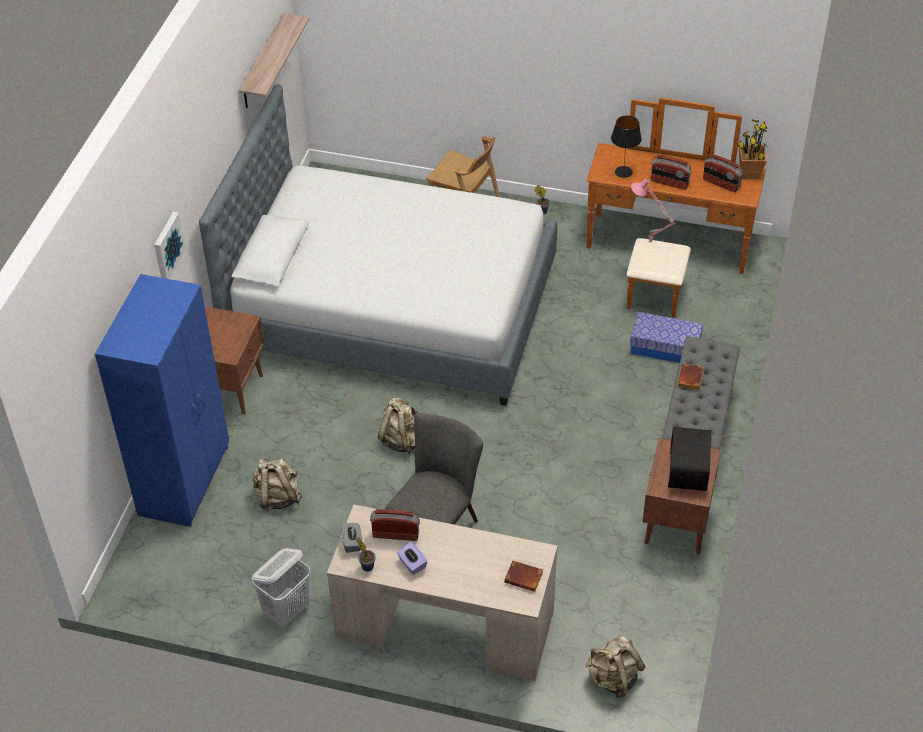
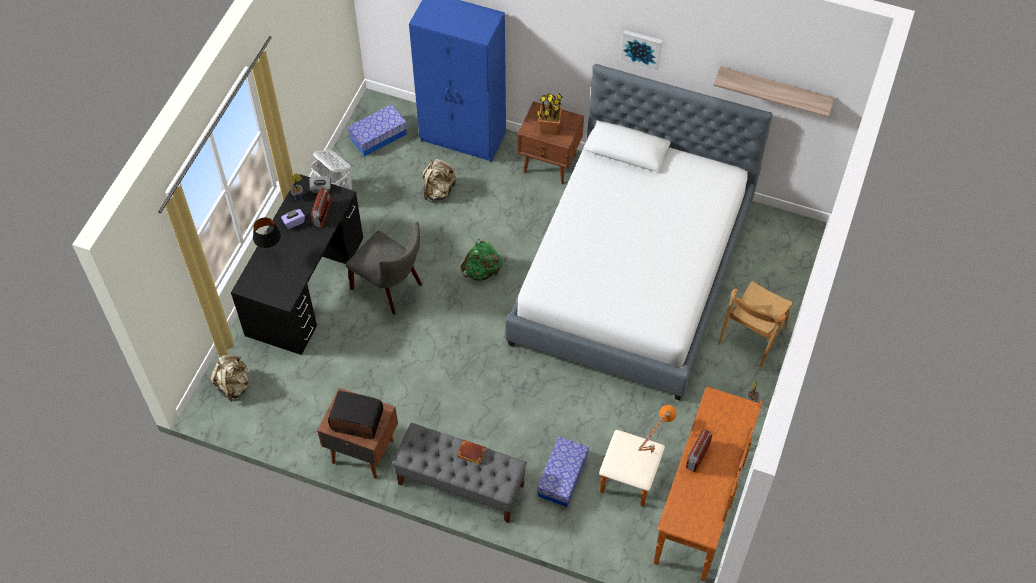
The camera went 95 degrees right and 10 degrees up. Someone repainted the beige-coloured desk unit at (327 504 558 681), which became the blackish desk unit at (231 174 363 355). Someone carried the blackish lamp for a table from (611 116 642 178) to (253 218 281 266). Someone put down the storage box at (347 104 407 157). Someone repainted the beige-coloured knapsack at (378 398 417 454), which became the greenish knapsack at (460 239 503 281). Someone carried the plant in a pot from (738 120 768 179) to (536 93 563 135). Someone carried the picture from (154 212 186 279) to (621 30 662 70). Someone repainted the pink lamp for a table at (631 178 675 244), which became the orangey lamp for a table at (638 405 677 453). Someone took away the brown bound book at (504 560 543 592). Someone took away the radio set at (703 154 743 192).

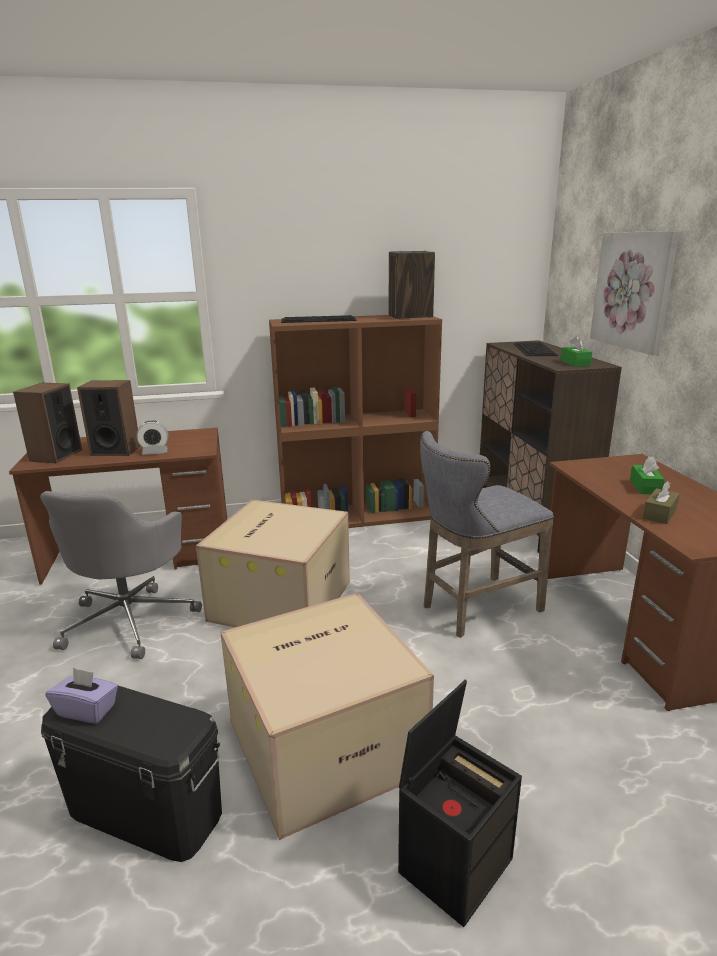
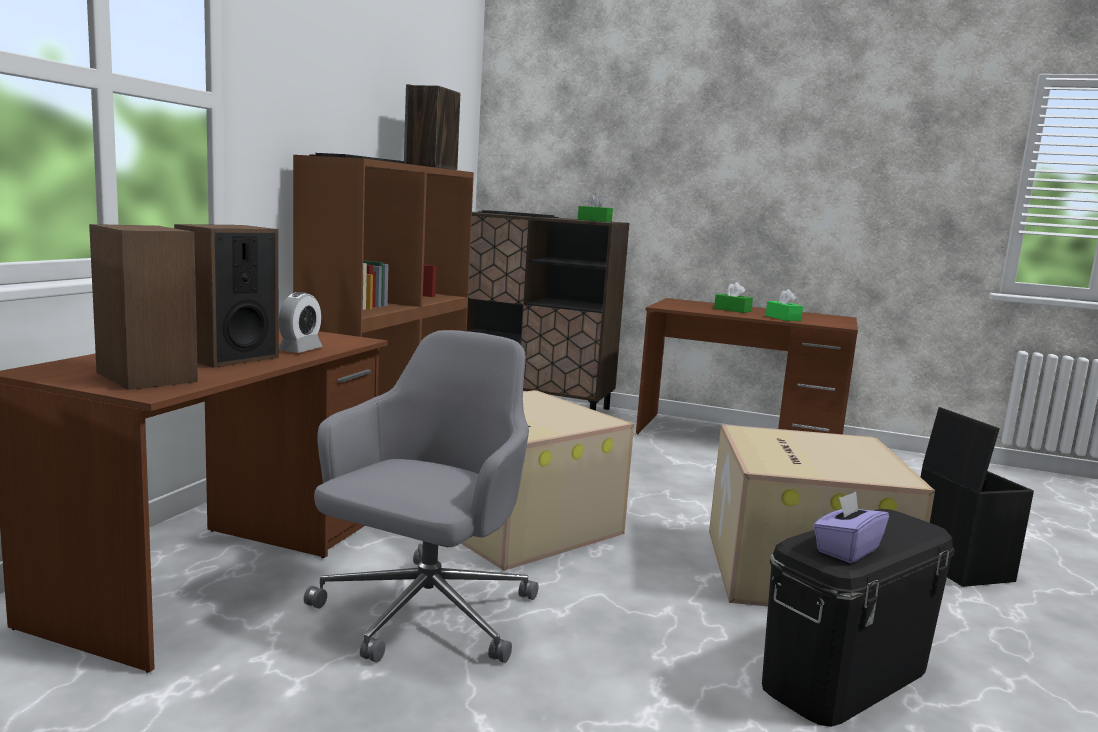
The camera went 60 degrees left and 10 degrees down. Someone rotated the grey computer chair at (40 491 202 659) by 105 degrees counterclockwise. Someone repainted the brown box of tissues at (643 481 680 524), which became the greenish box of tissues at (766 289 803 321). Someone took away the grey stool seat at (420 431 554 638). Someone took away the picture at (590 231 679 355).

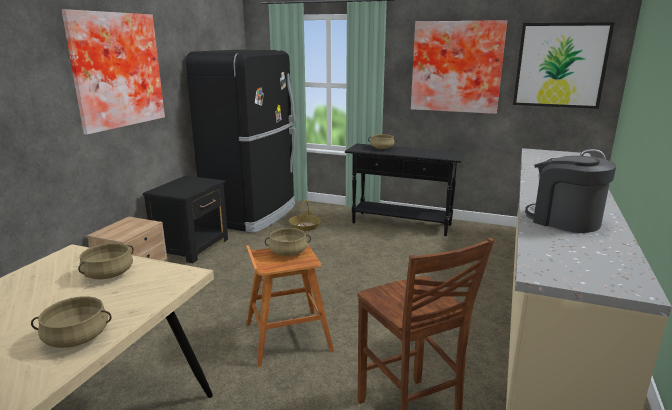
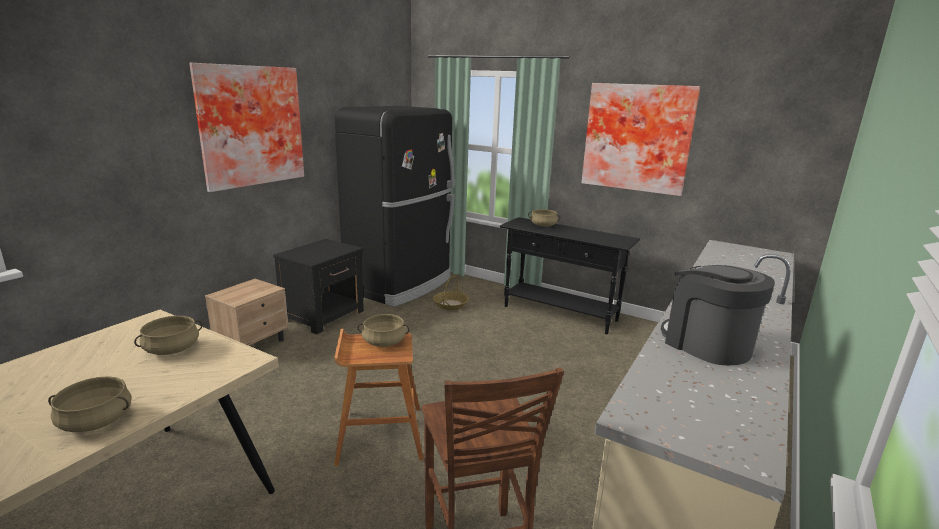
The camera went 10 degrees right and 0 degrees up. Someone took away the picture at (513 22 615 109).

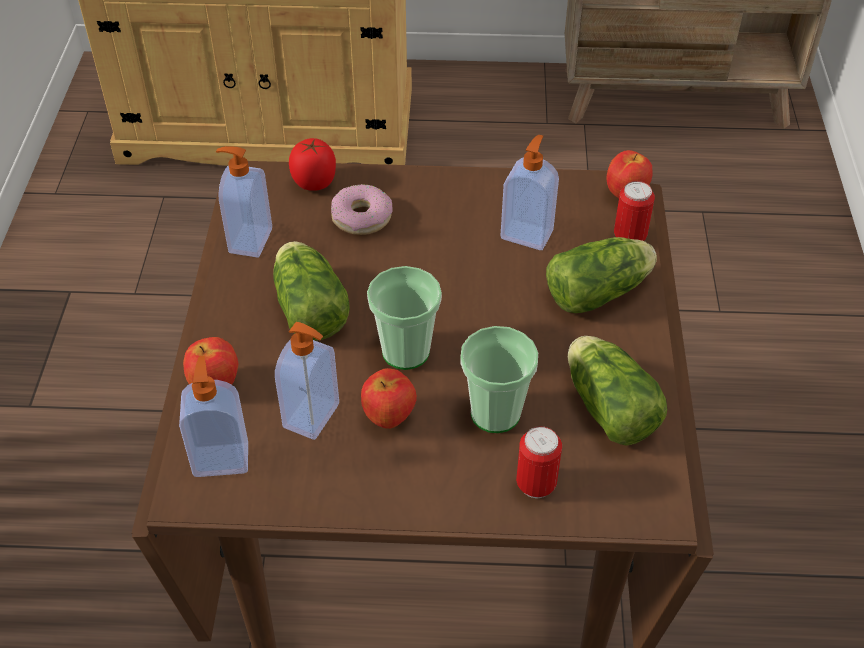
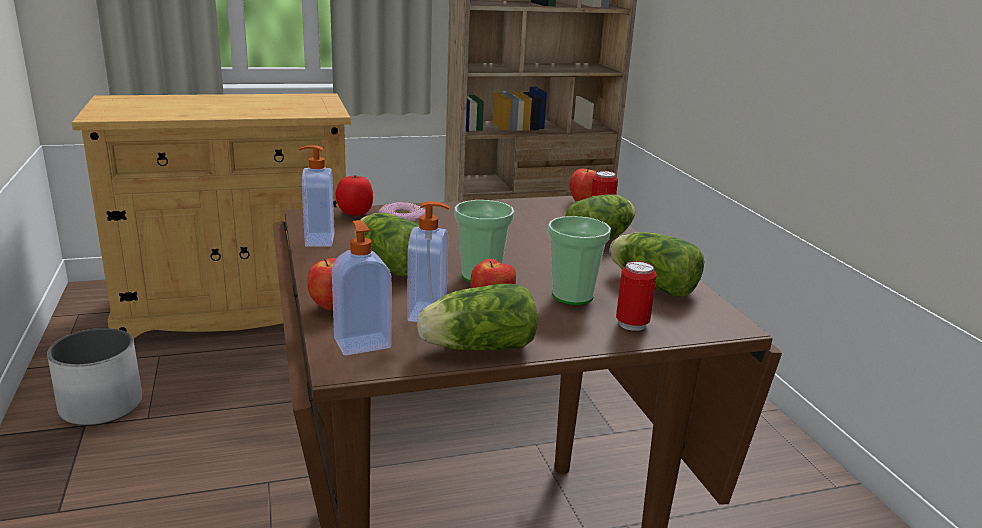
The camera went 20 degrees left and 25 degrees down. Someone put down the white flower pot at (47 328 142 426). Someone put down the head of lettuce at (417 284 537 351). Someone took away the soap dispenser at (500 135 559 250).

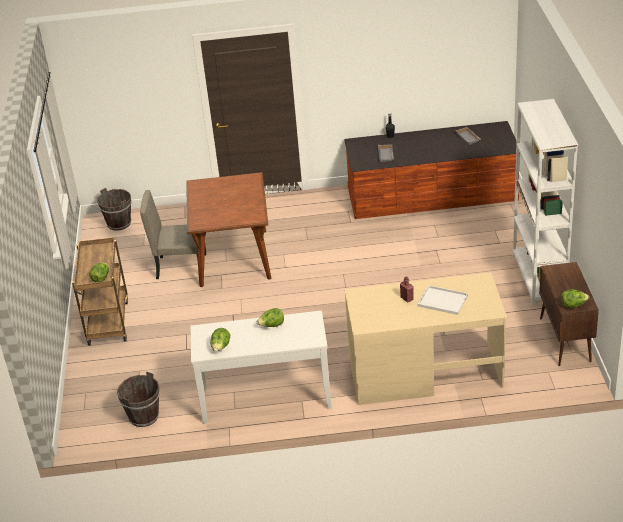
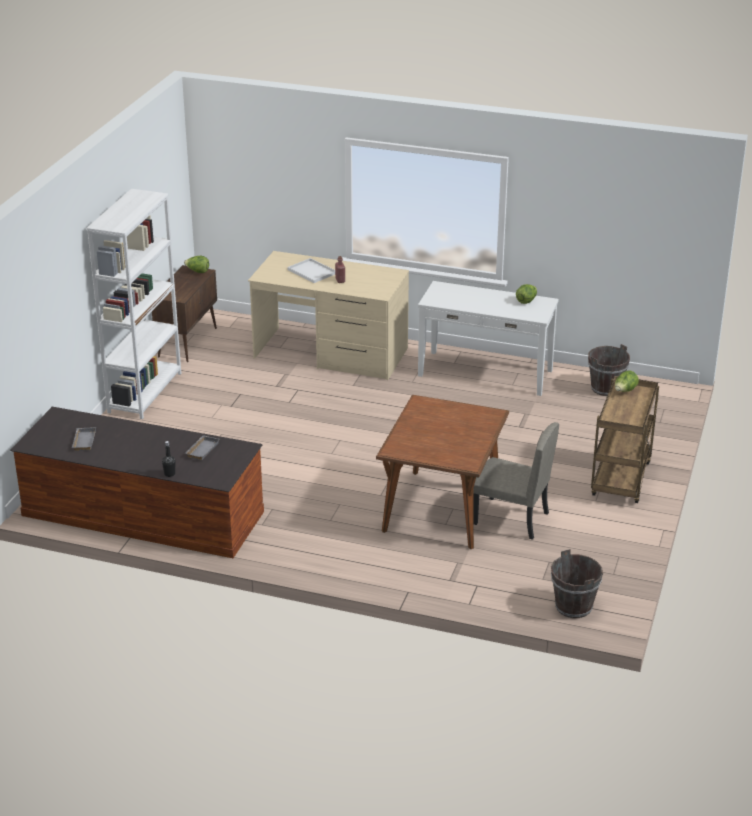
The camera went 160 degrees left and 5 degrees down. Someone took away the head of lettuce at (257 308 284 327).

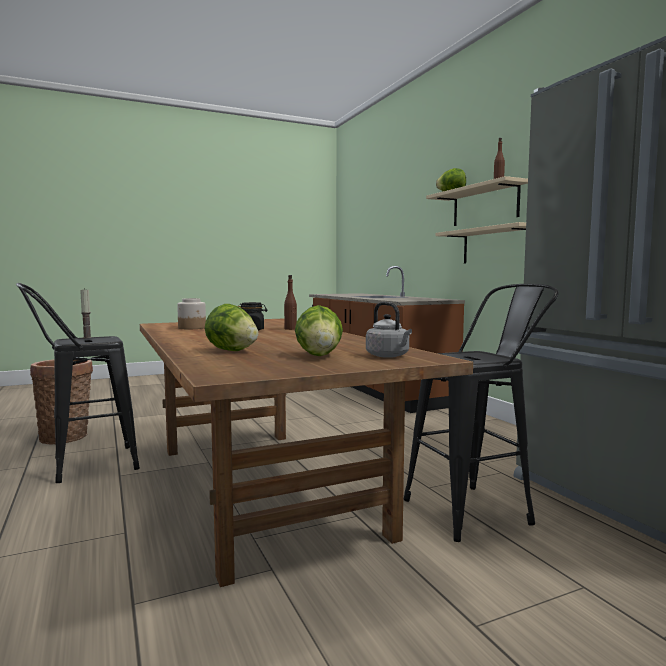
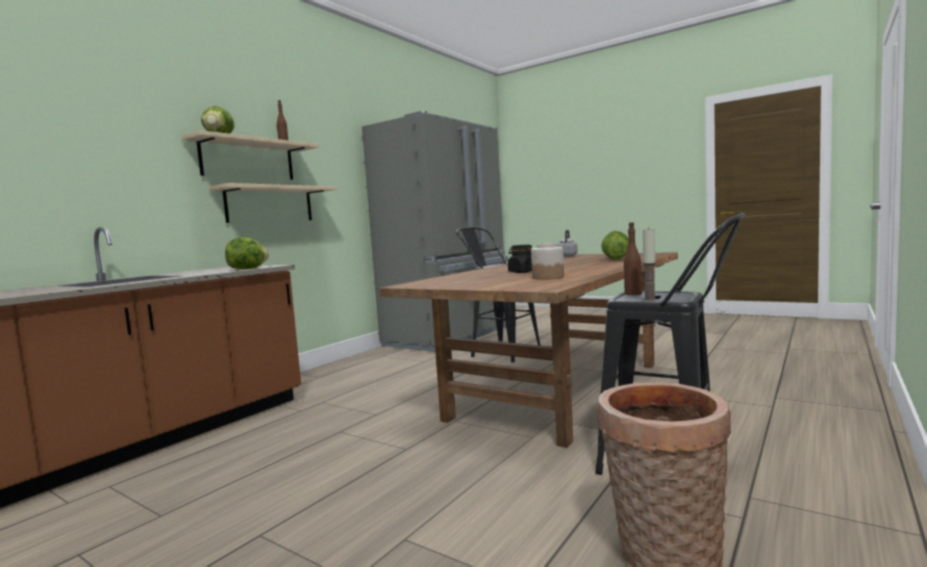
The camera went 120 degrees left and 0 degrees up. Someone carried the head of lettuce from (295 305 343 356) to (225 237 269 269). Someone carried the brown bottle from (284 275 297 330) to (624 222 642 295).

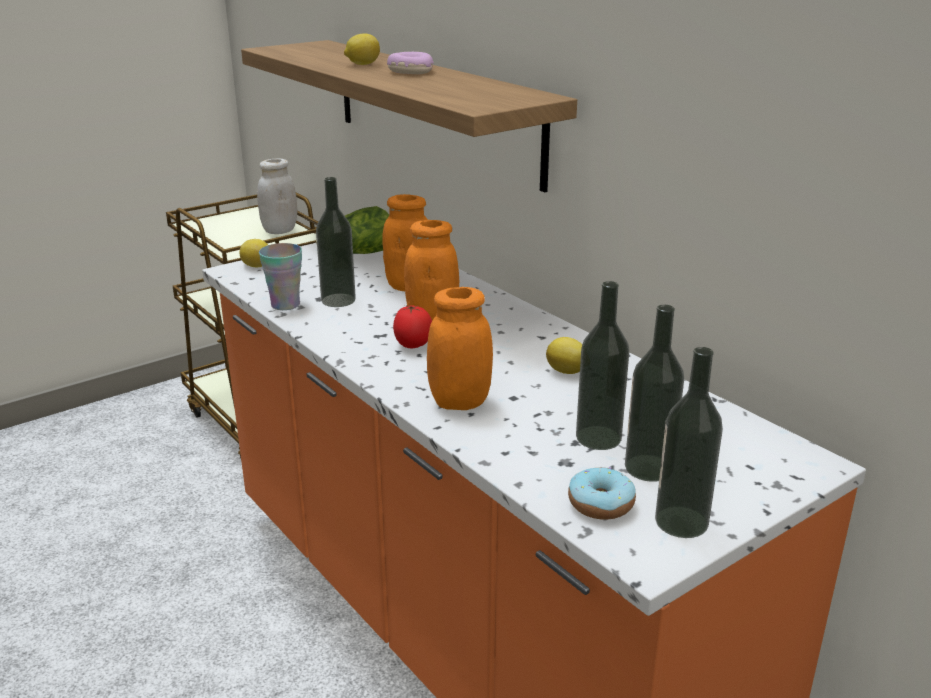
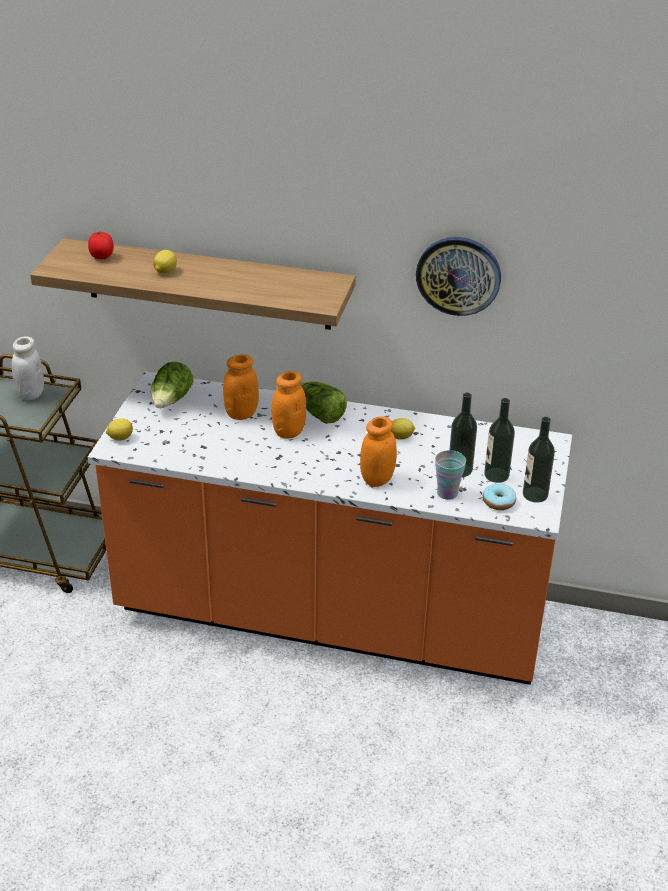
The camera went 40 degrees left and 10 degrees up. Someone carried the fresh tomato from (393 305 432 348) to (88 232 114 259). Someone put down the head of lettuce at (300 382 347 424). Someone put up the wall clock at (416 237 501 316). Someone carried the small cup from (259 243 302 310) to (435 450 466 500). Someone took away the bottle at (316 177 356 307). Someone took away the doughnut at (387 52 434 74).

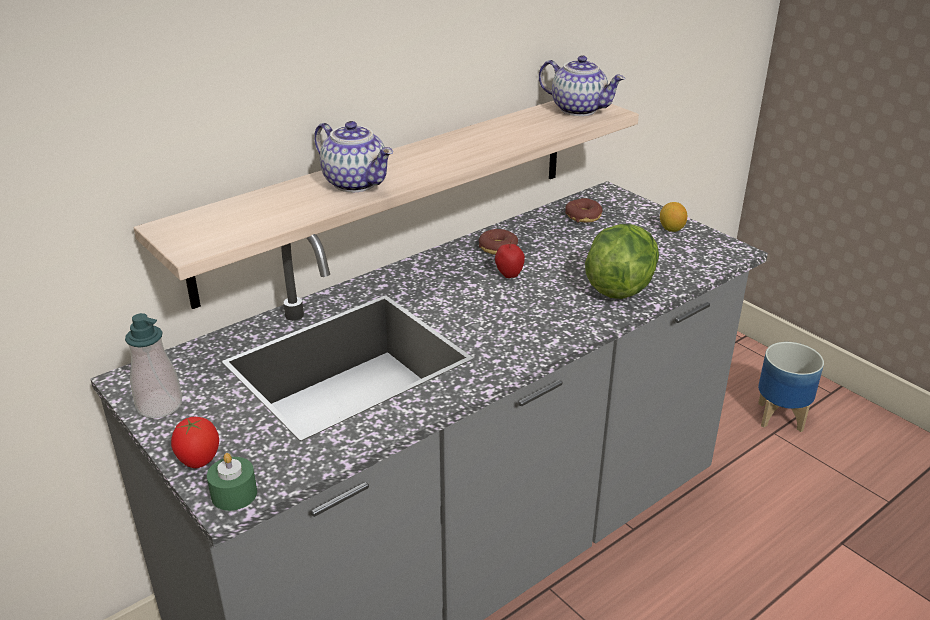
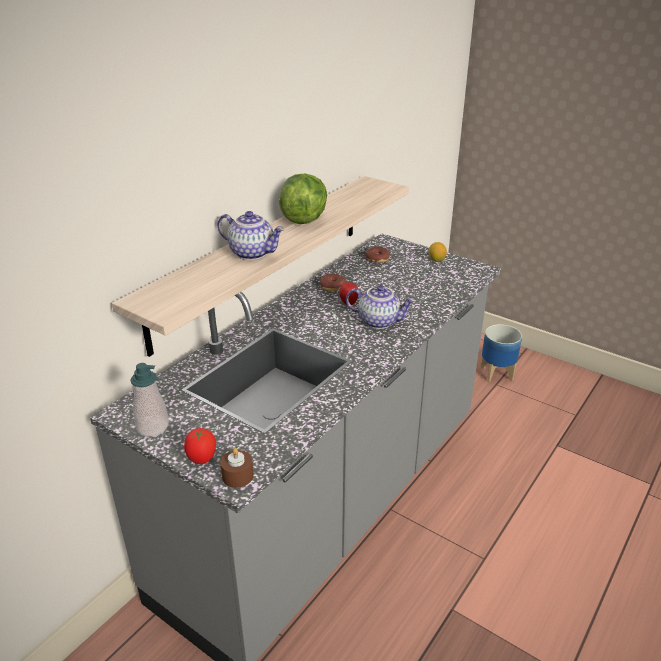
The camera went 15 degrees left and 0 degrees up. Someone repainted the greenish candle at (207 453 257 511), which became the brown candle at (220 448 254 488). Someone carried the head of lettuce from (585 224 659 299) to (279 174 327 224). Someone carried the pot for tea from (539 55 625 116) to (346 285 415 329).

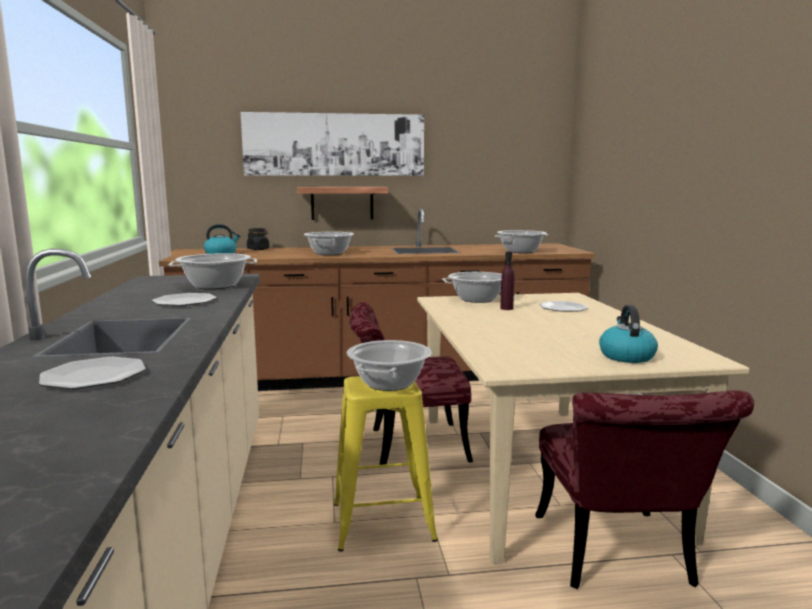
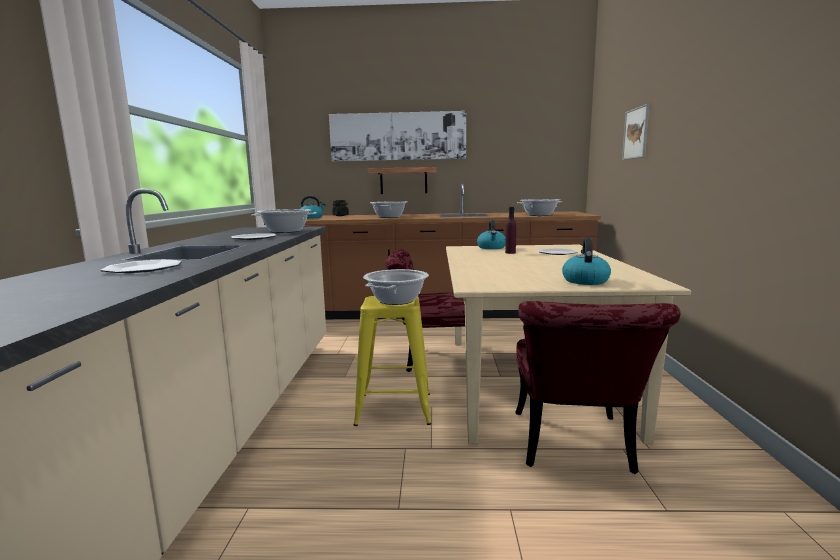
The camera went 10 degrees right and 0 degrees up. Someone swapped the stockpot at (442 272 515 303) for the kettle at (477 220 506 249). Someone put up the picture at (622 104 650 160).

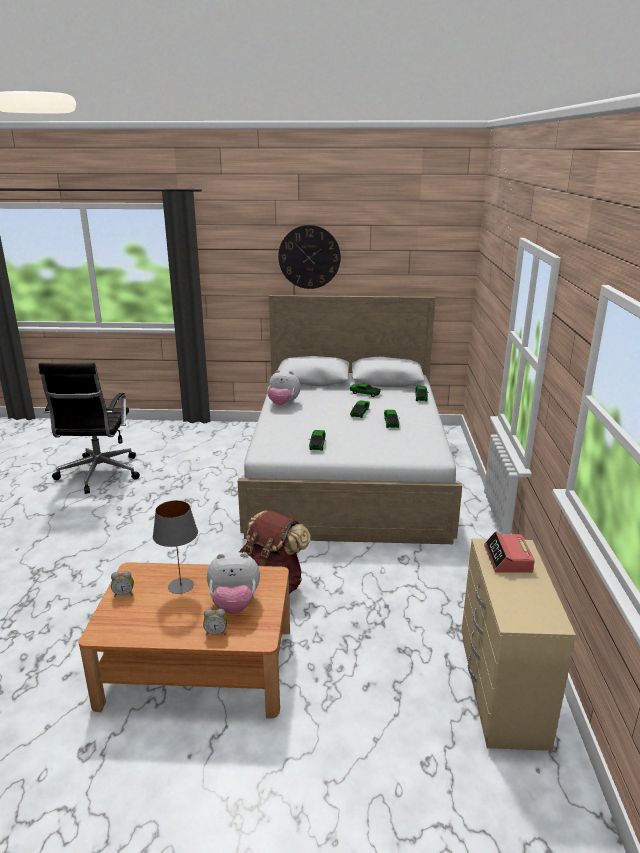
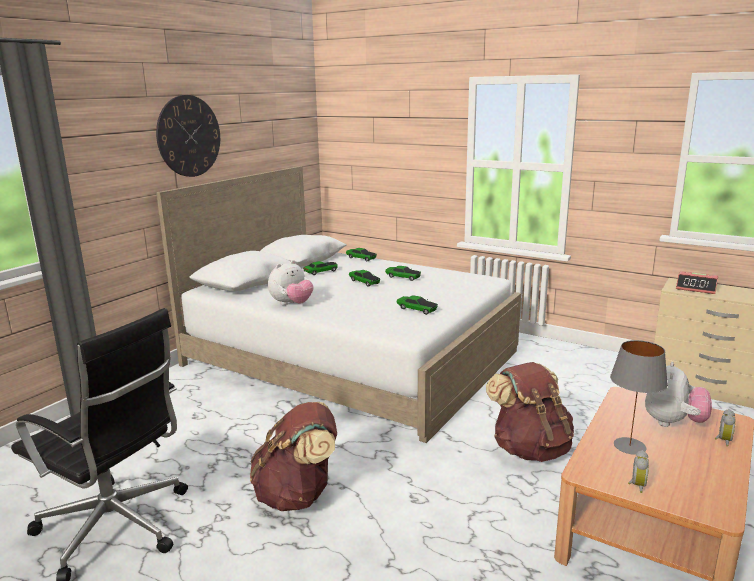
The camera went 60 degrees left and 5 degrees down. Someone put down the brown knapsack at (250 402 337 511).

